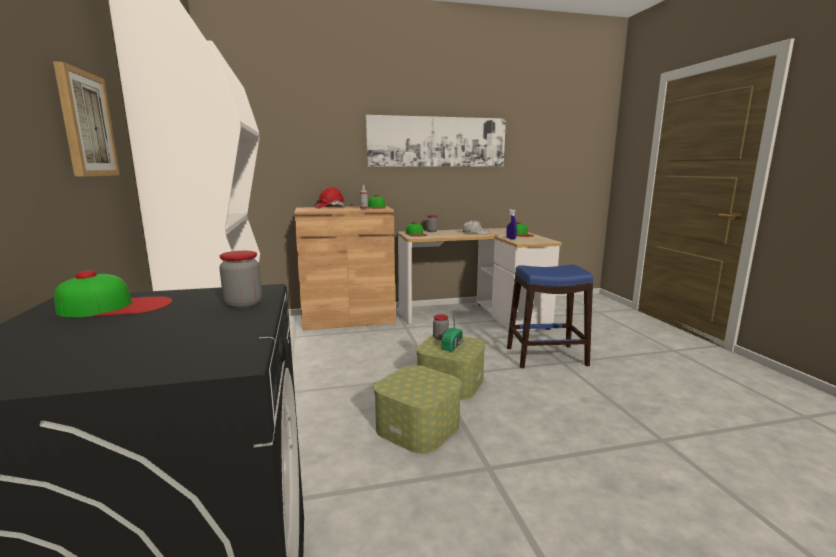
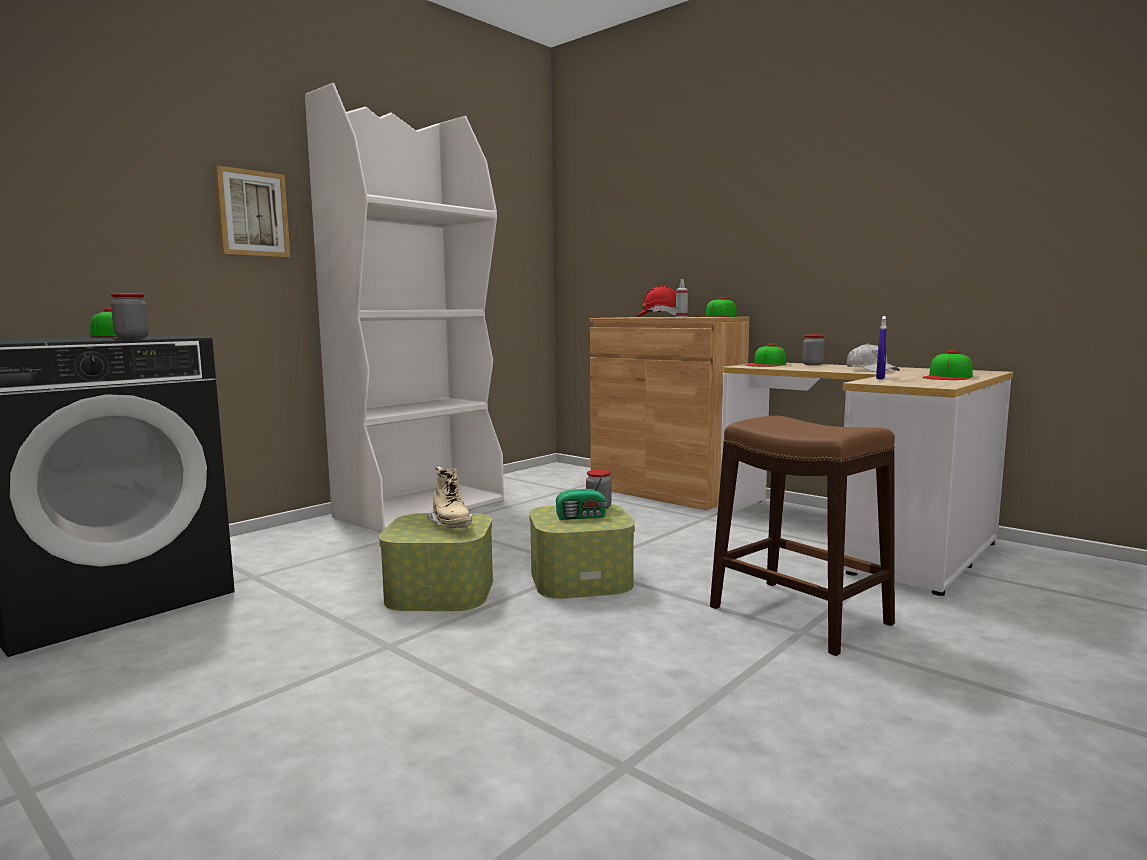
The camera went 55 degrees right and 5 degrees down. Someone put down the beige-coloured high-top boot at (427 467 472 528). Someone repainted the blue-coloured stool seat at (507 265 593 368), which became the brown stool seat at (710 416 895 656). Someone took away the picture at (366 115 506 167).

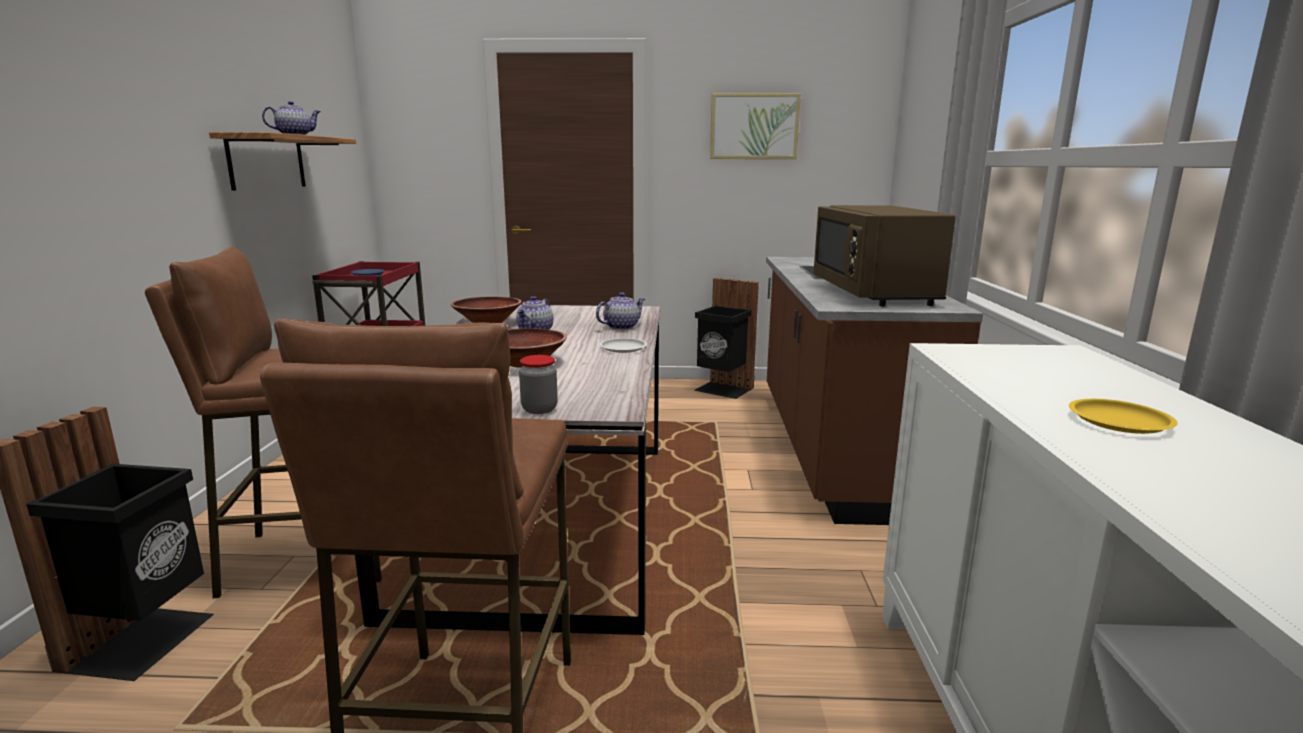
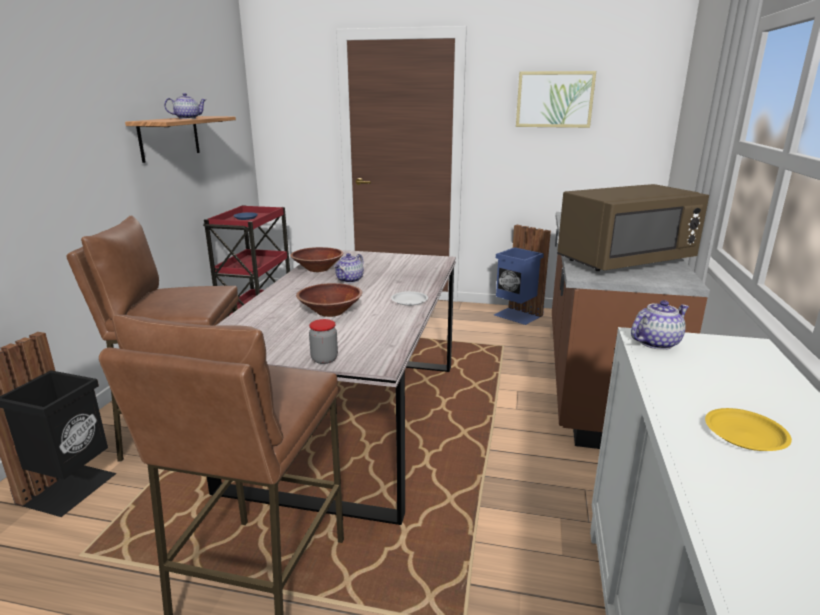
The camera went 10 degrees right and 5 degrees up. Someone repainted the blackish waste bin at (694 278 759 399), which became the blue-coloured waste bin at (494 225 551 325). Someone rotated the brown microwave at (813 205 956 306) by 120 degrees counterclockwise. Someone carried the pot for tea from (596 292 645 330) to (631 300 689 350).

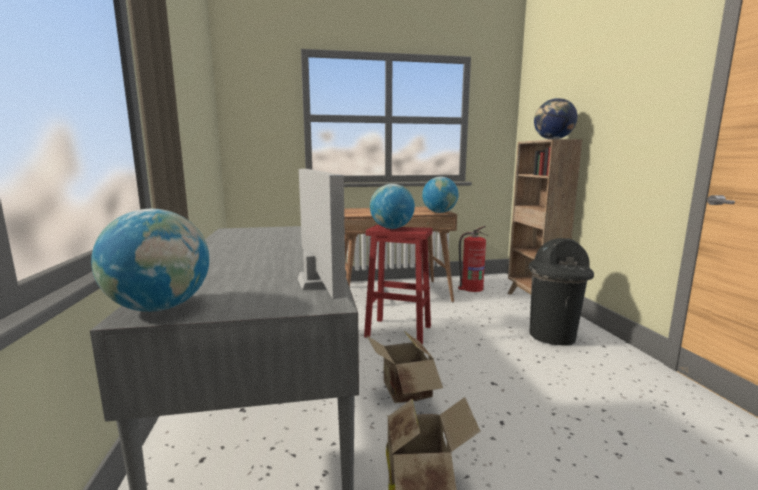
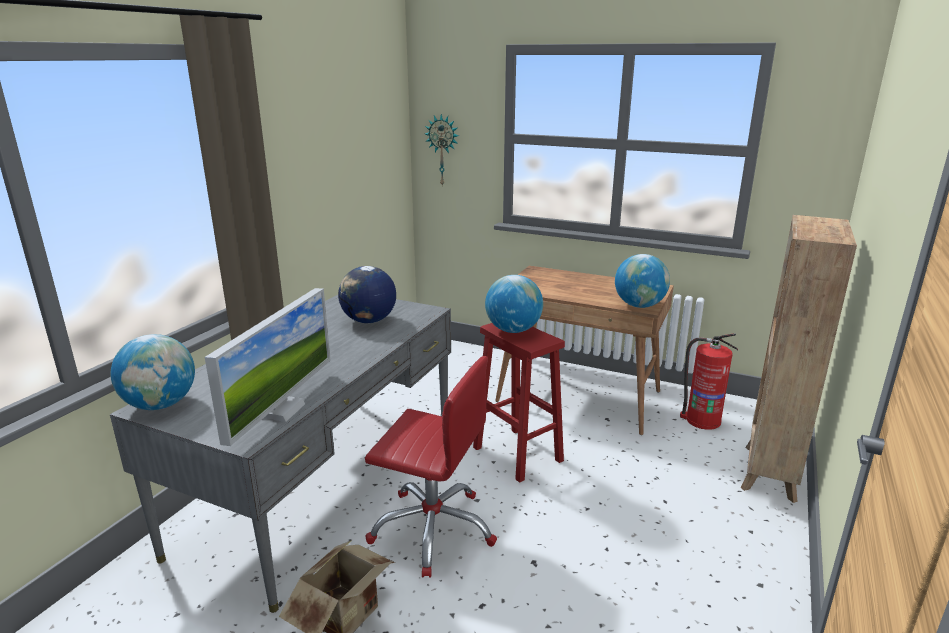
The camera went 35 degrees right and 10 degrees up. Someone carried the world globe from (534 98 577 139) to (338 266 396 323). Someone swapped the carton at (366 331 443 403) for the red computer chair at (365 356 497 578). Someone put up the wall clock at (425 114 459 187). Someone took away the blackish waste bin at (529 238 594 346).

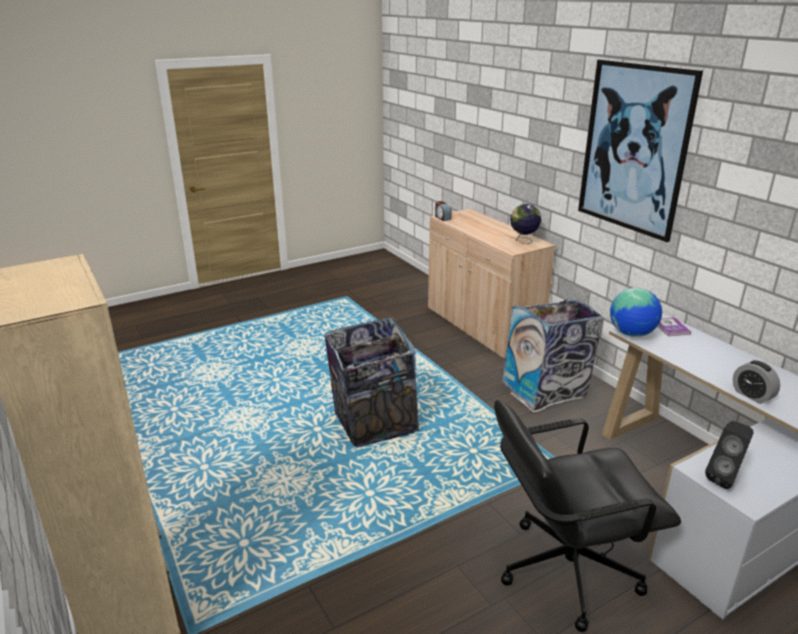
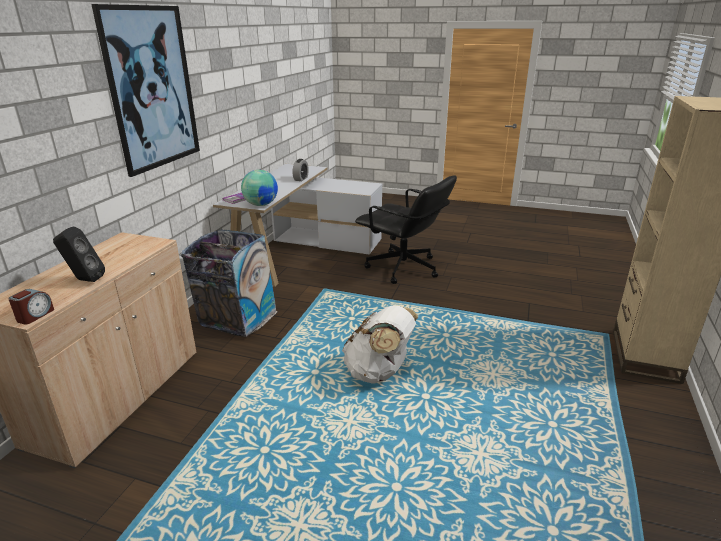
The camera went 130 degrees left and 0 degrees up. Someone carried the blackish audio speaker from (705 421 753 489) to (53 227 105 282). Someone swapped the waste bin at (325 317 419 447) for the white knapsack at (342 306 418 383). Someone took away the world globe at (510 204 541 244).

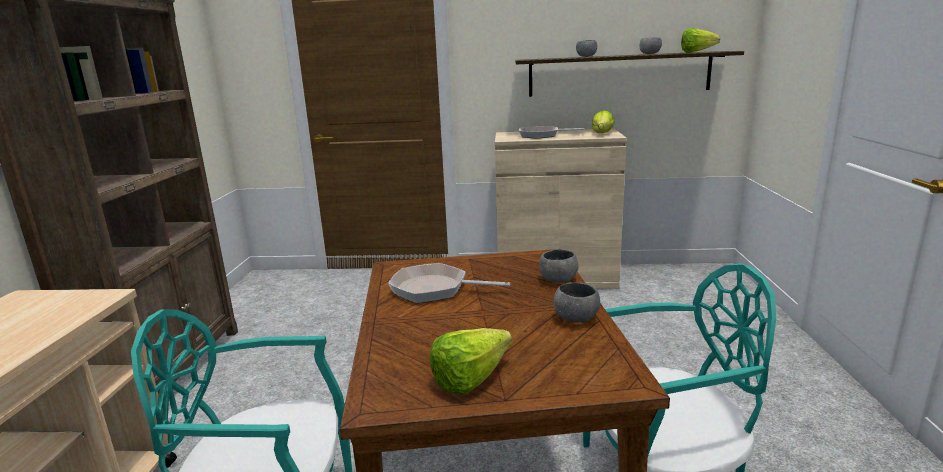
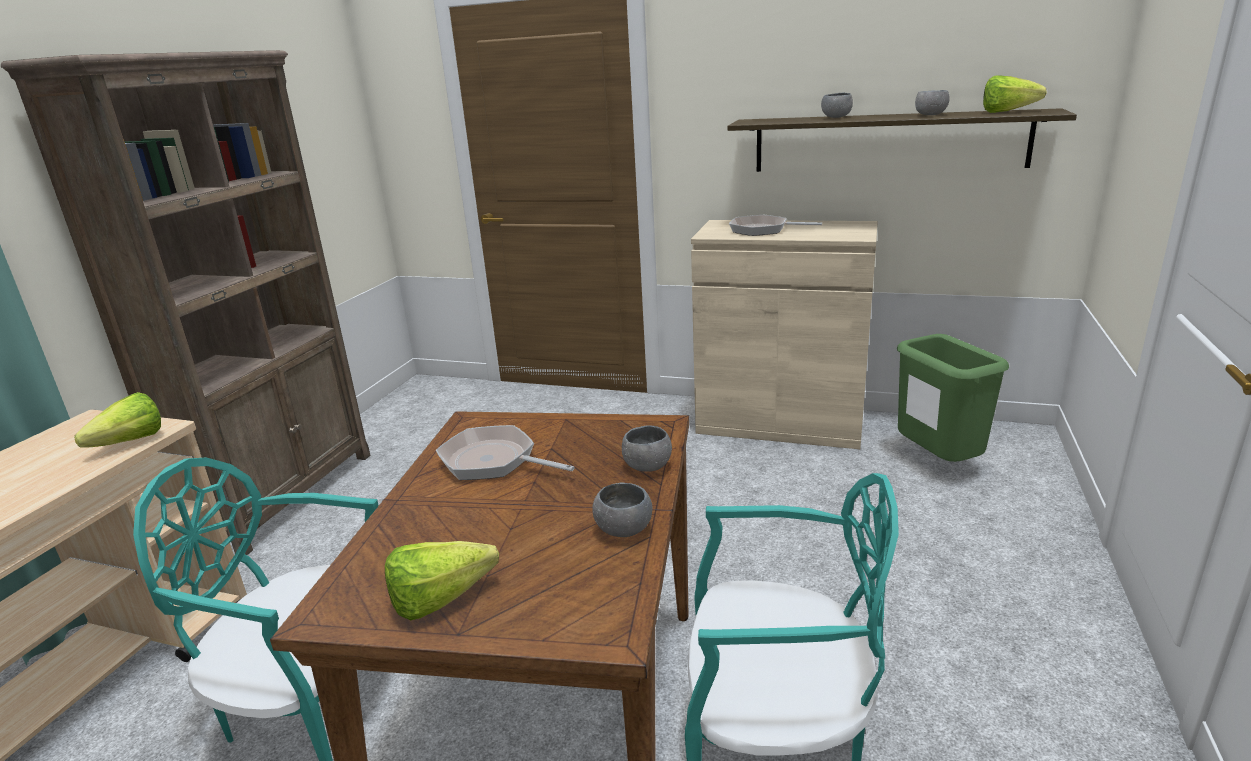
The camera went 15 degrees right and 5 degrees up. Someone carried the head of lettuce from (592 110 614 133) to (74 392 161 448). Someone put down the greenish waste bin at (897 334 1009 462).

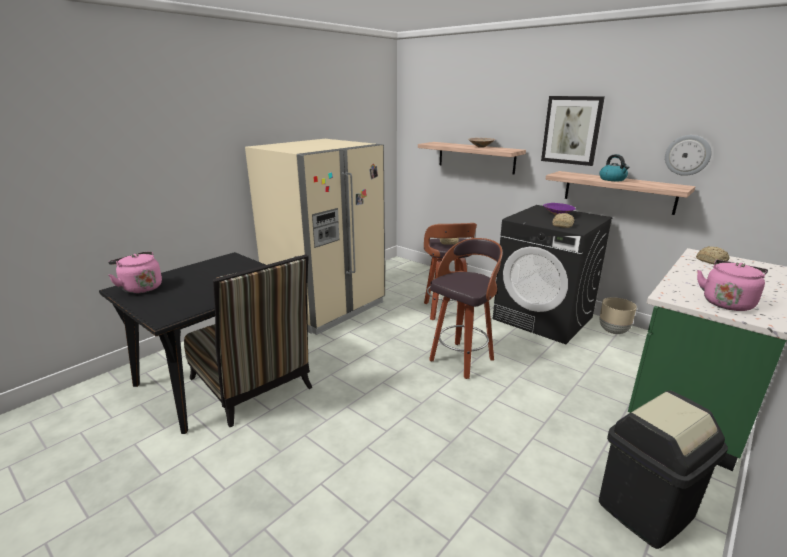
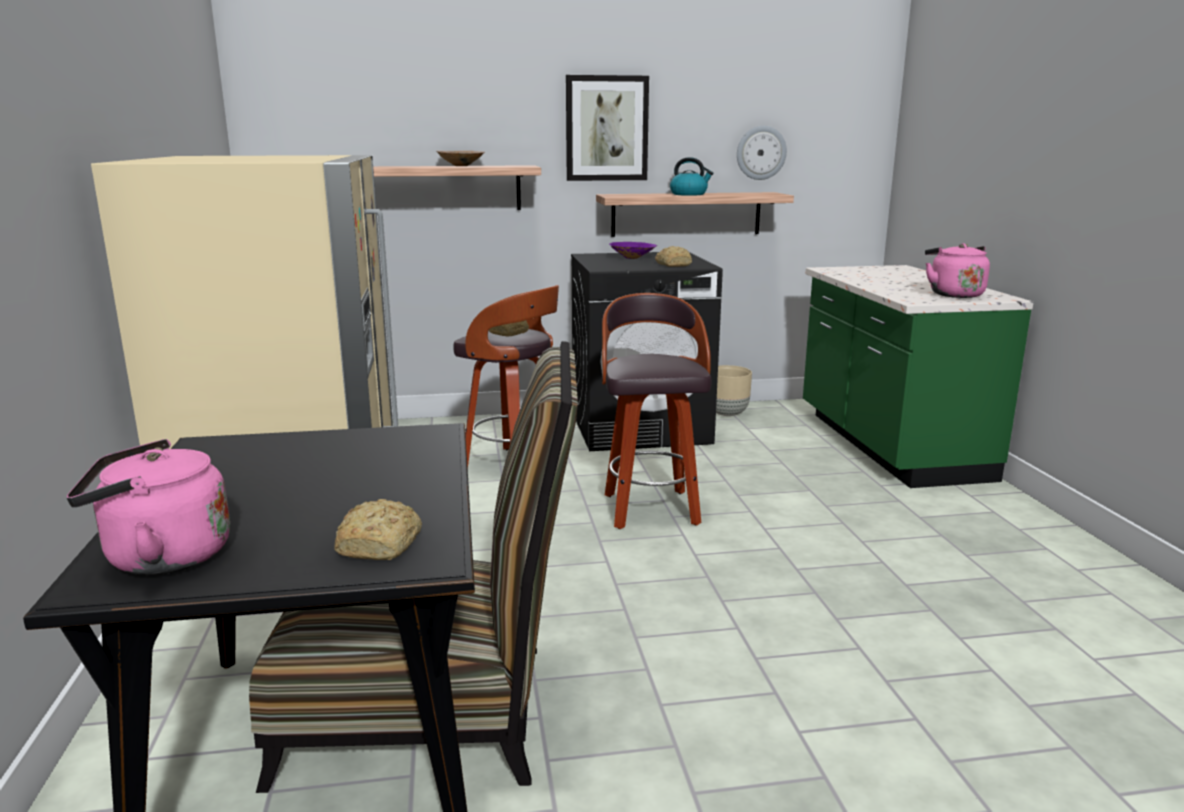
The camera went 50 degrees left and 5 degrees down. Someone carried the bakery bread from (696 246 729 265) to (334 499 422 560). Someone took away the blackish waste bin at (599 390 728 549).

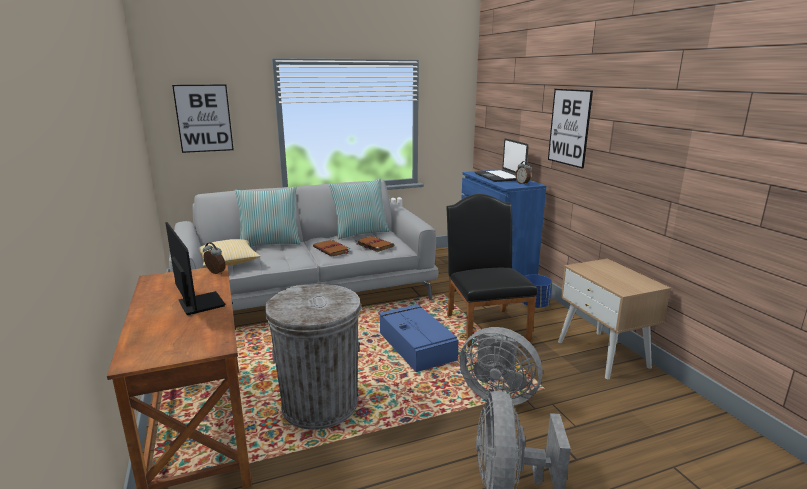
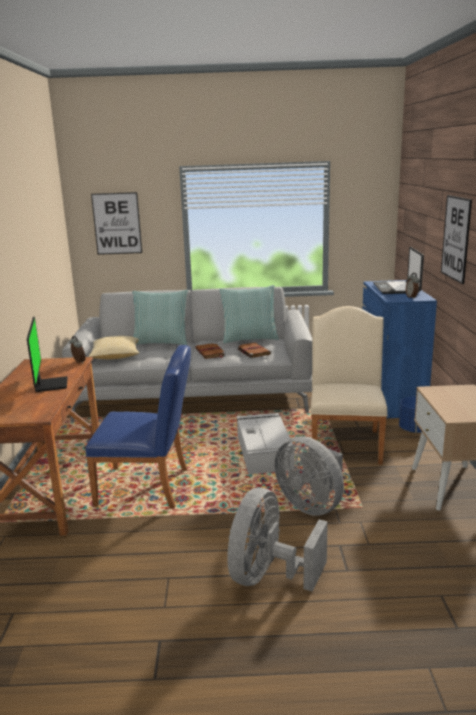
The camera went 20 degrees right and 0 degrees up. Someone swapped the grey waste bin at (265 284 361 430) for the blue-coloured upright chair at (86 345 191 508). Someone repainted the blue-coloured storage box at (379 304 459 372), which became the grey storage box at (237 413 295 474). Someone repainted the blackish upright chair at (446 194 537 347), which became the beige-coloured upright chair at (310 306 388 465).

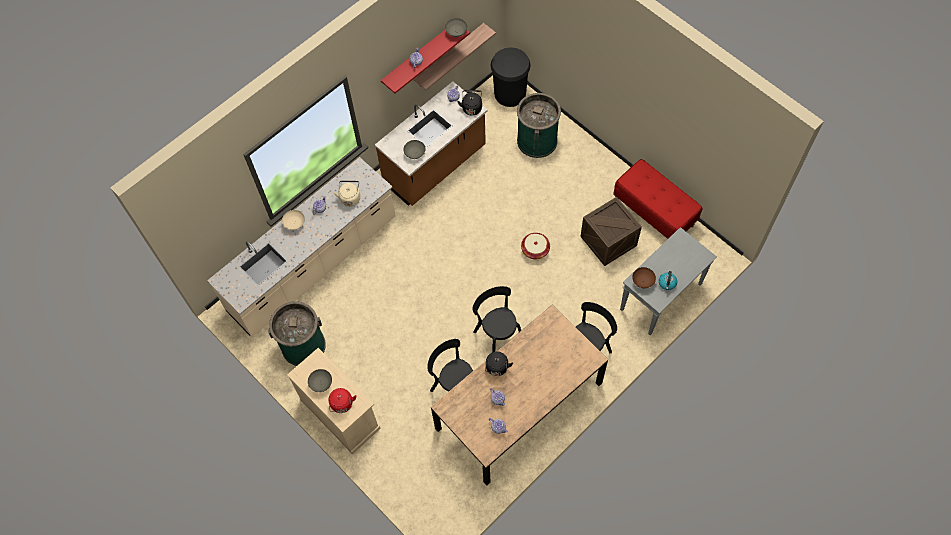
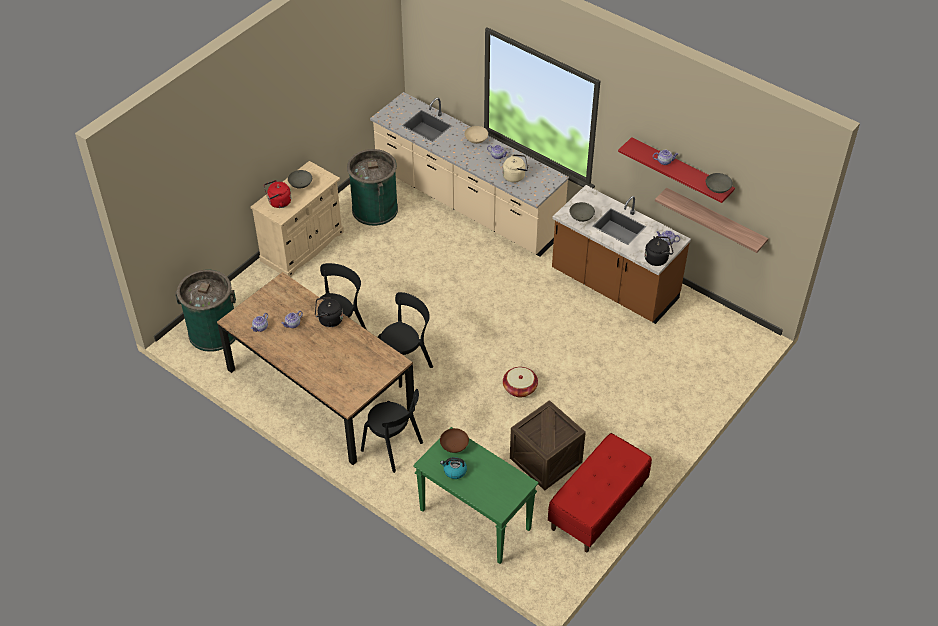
The camera went 80 degrees right and 15 degrees down. Someone carried the greenish waste bin from (517 93 561 158) to (175 270 236 352). Someone repainted the grey narrow table at (620 227 717 335), which became the greenish narrow table at (413 427 539 564). Someone took away the blackish waste bin at (490 47 531 107).

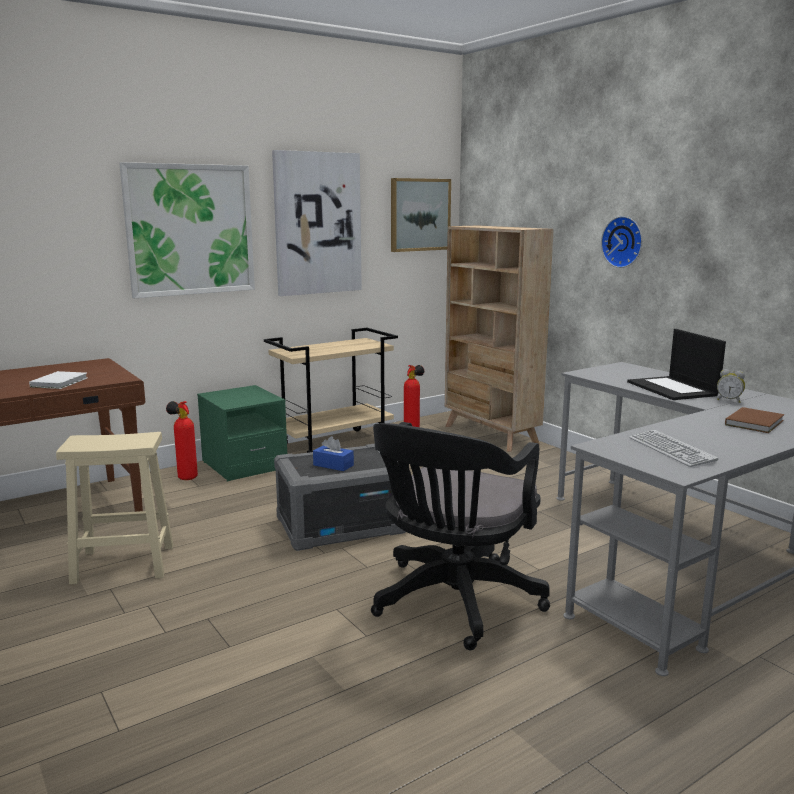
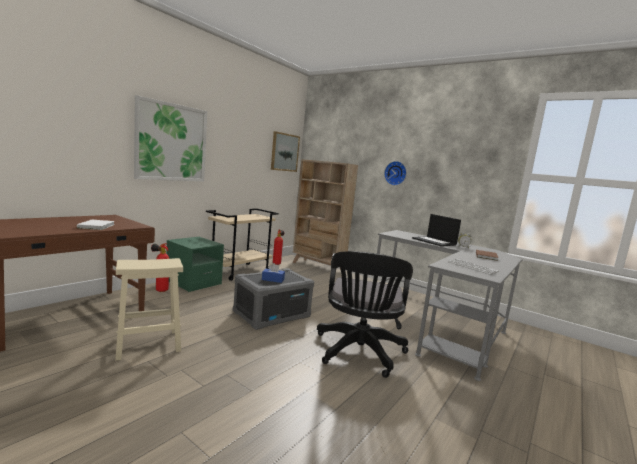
The camera went 20 degrees left and 5 degrees down. Someone took away the picture at (272 150 362 296).

